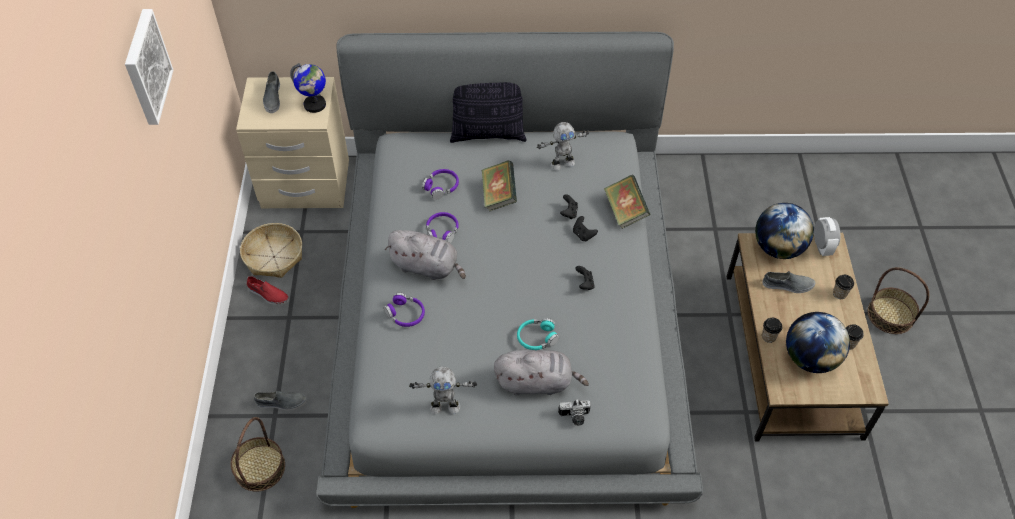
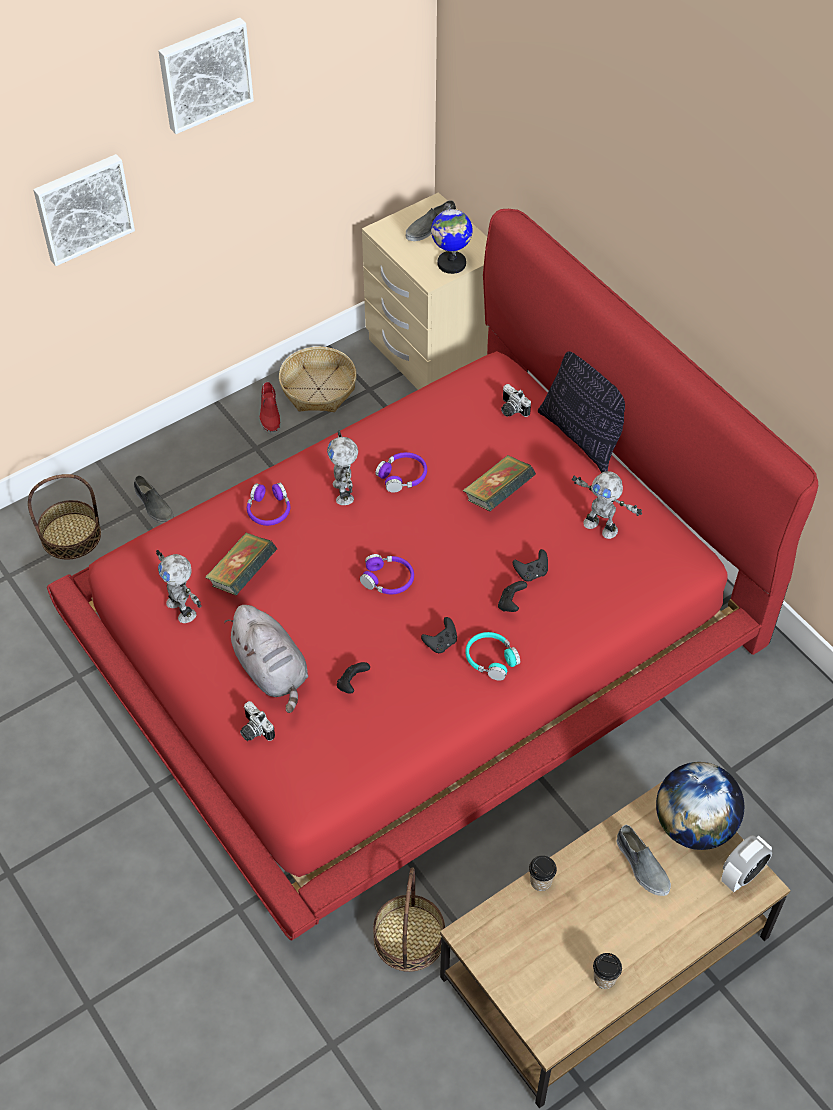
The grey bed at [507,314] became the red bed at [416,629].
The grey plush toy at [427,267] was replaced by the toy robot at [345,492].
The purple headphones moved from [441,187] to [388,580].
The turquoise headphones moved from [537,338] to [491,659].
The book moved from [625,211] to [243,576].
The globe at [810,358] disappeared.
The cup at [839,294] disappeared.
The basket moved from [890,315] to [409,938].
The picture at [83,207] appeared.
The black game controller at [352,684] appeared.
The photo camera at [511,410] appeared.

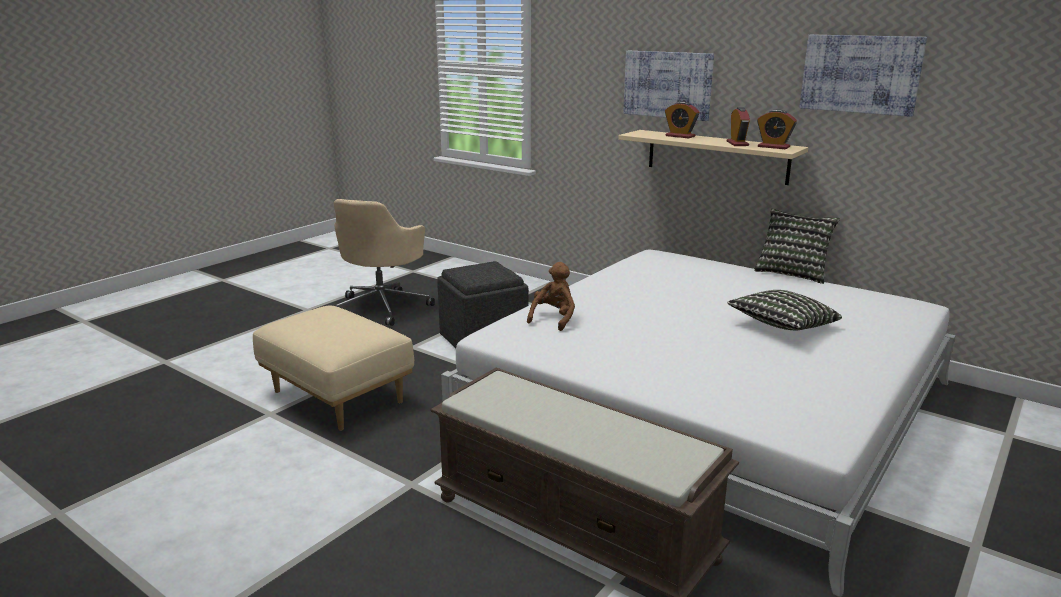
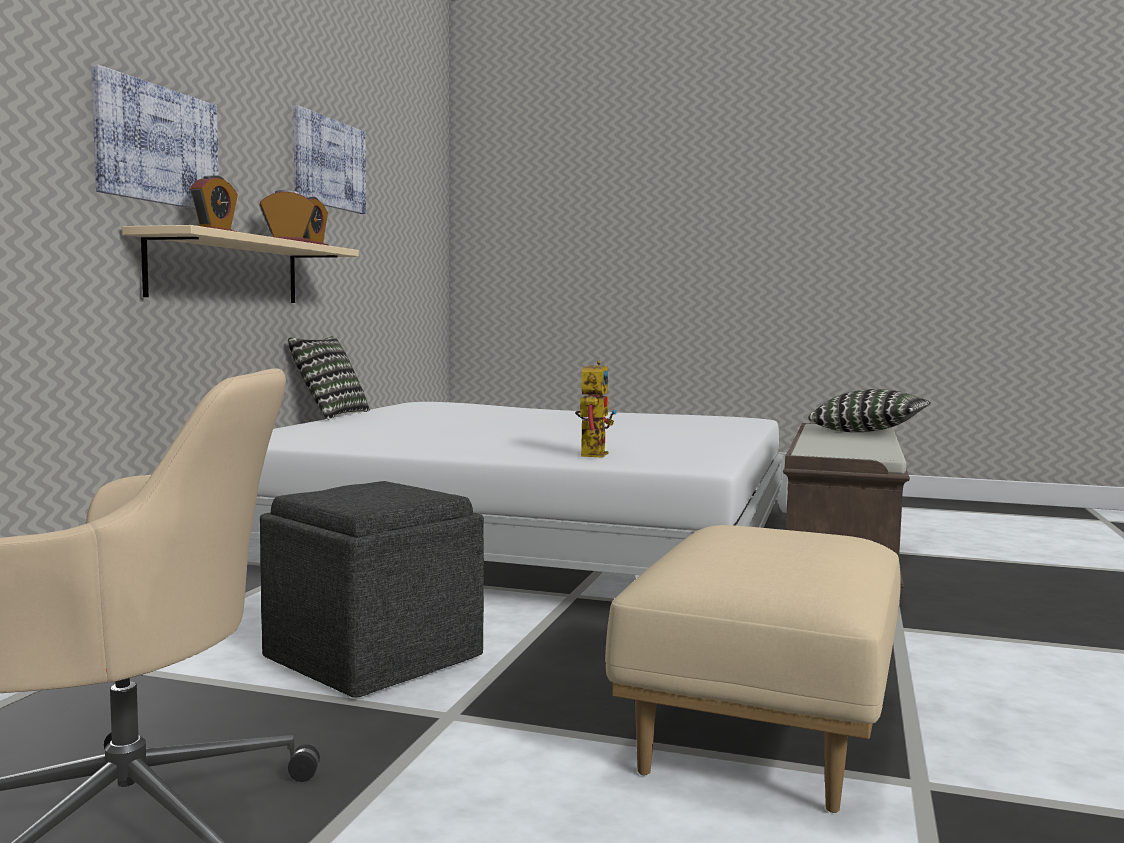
The brown plush toy at [554,319] was replaced by the toy robot at [592,453].
The pillow moved from [781,326] to [869,432].

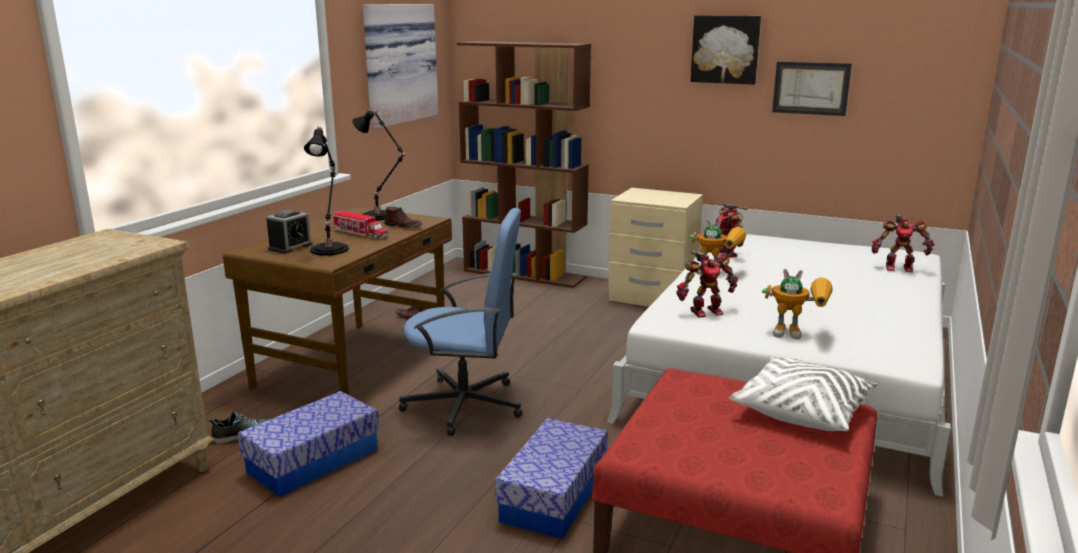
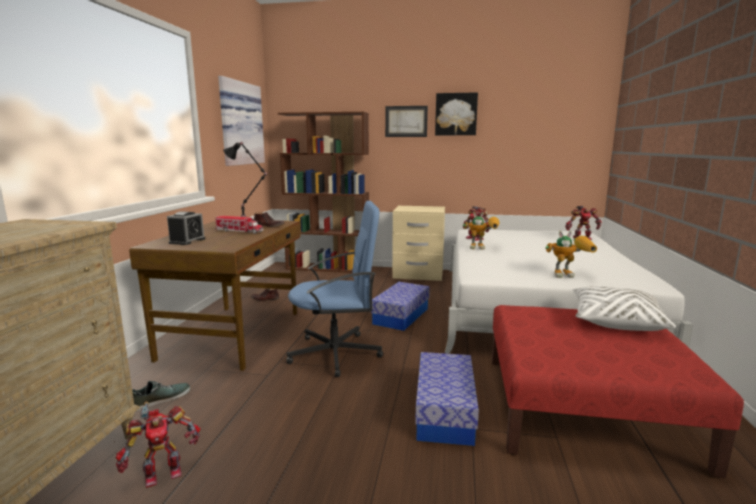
The storage box moved from [313,461] to [401,316].
The black table lamp at [330,249] disappeared.
The toy robot moved from [705,311] to [162,472].
The picture moved from [811,88] to [406,121].

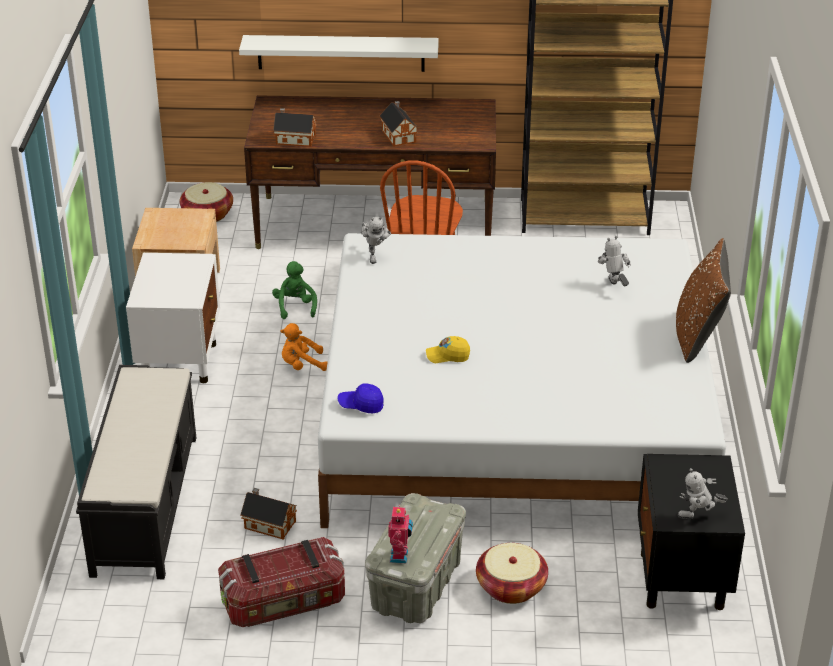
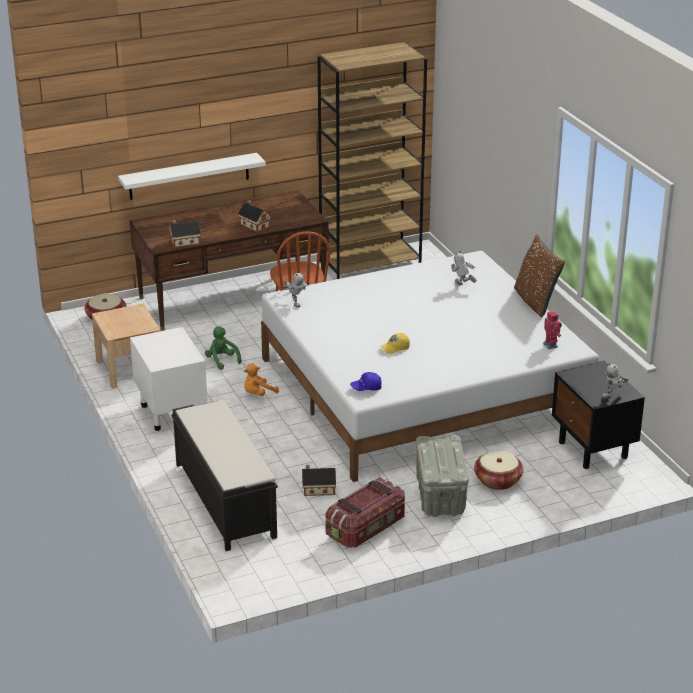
The toy robot moved from [400,556] to [551,345].

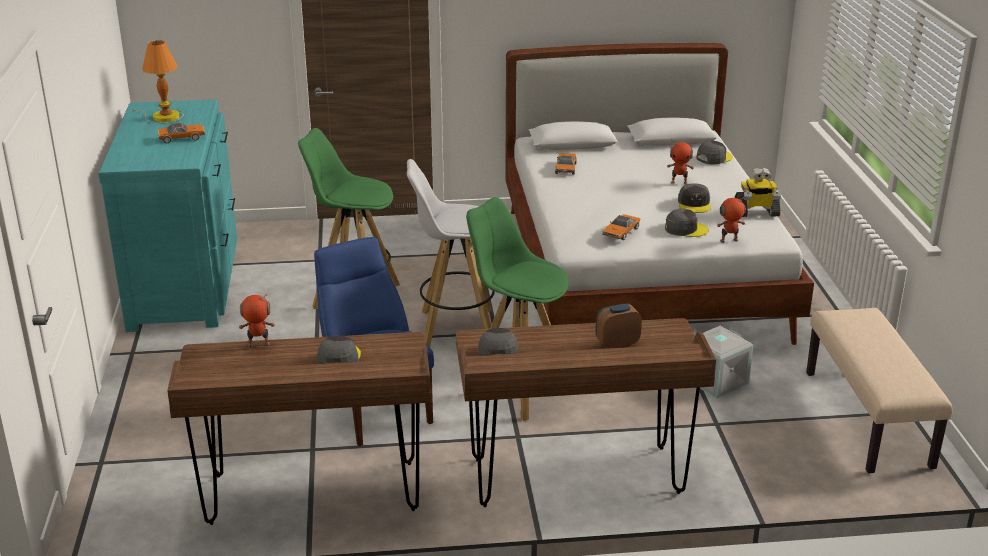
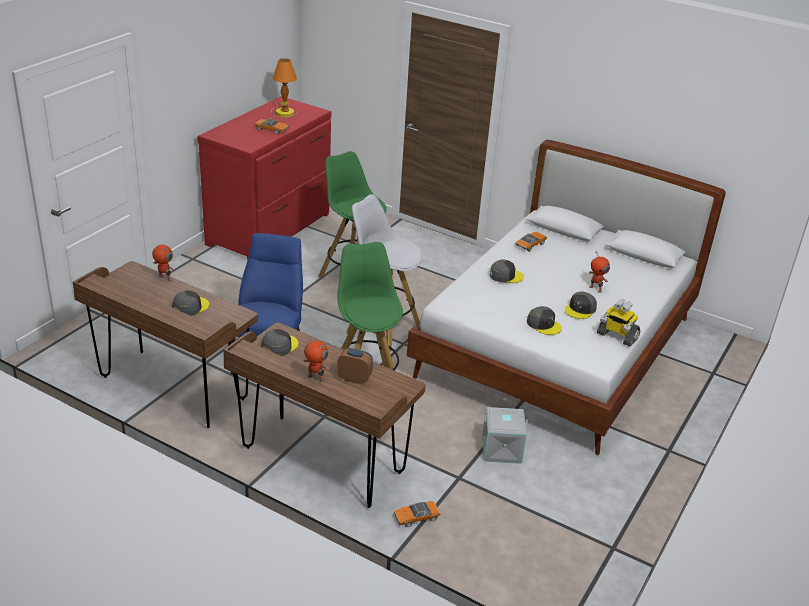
The turquoise dresser at [186,284] became the red dresser at [271,229].
The toy car moved from [621,232] to [416,517].
The grey cap moved from [714,158] to [505,275].
The toy robot moved from [729,241] to [315,379].
The beige bench at [868,419] disappeared.

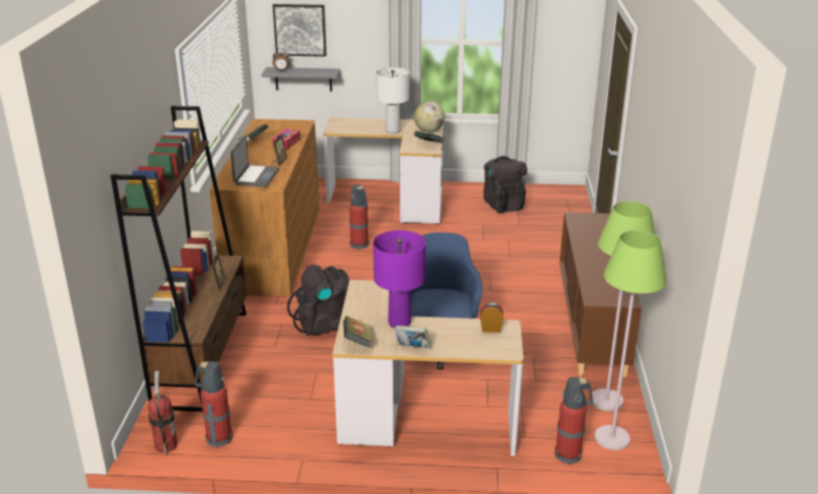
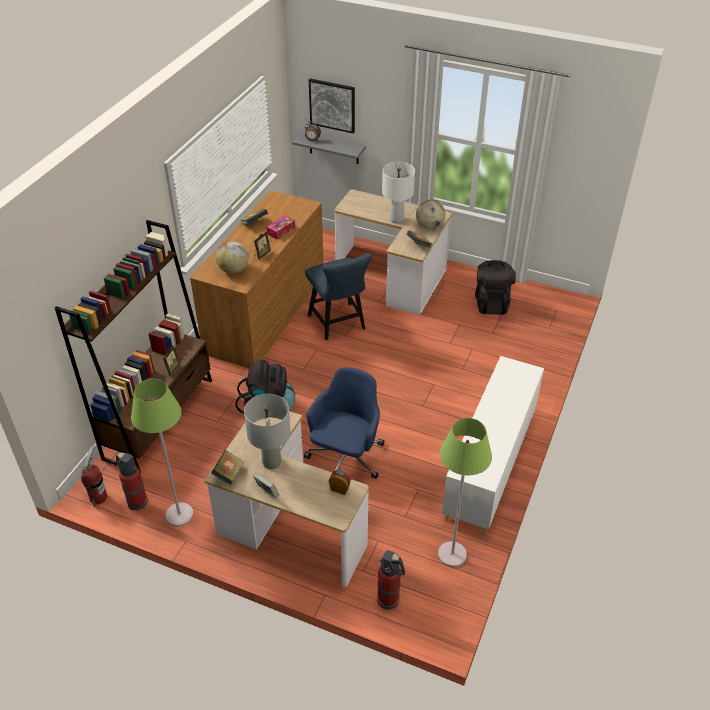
The laptop at [256,177] was replaced by the globe at [233,270].
The fire extinguisher at [360,245] was replaced by the blue chair at [339,324].
The purple table lamp at [399,323] became the grey table lamp at [271,462].
The brown cabinet at [591,323] became the white cabinet at [490,466].
The green floor lamp moved from [612,438] to [179,515].

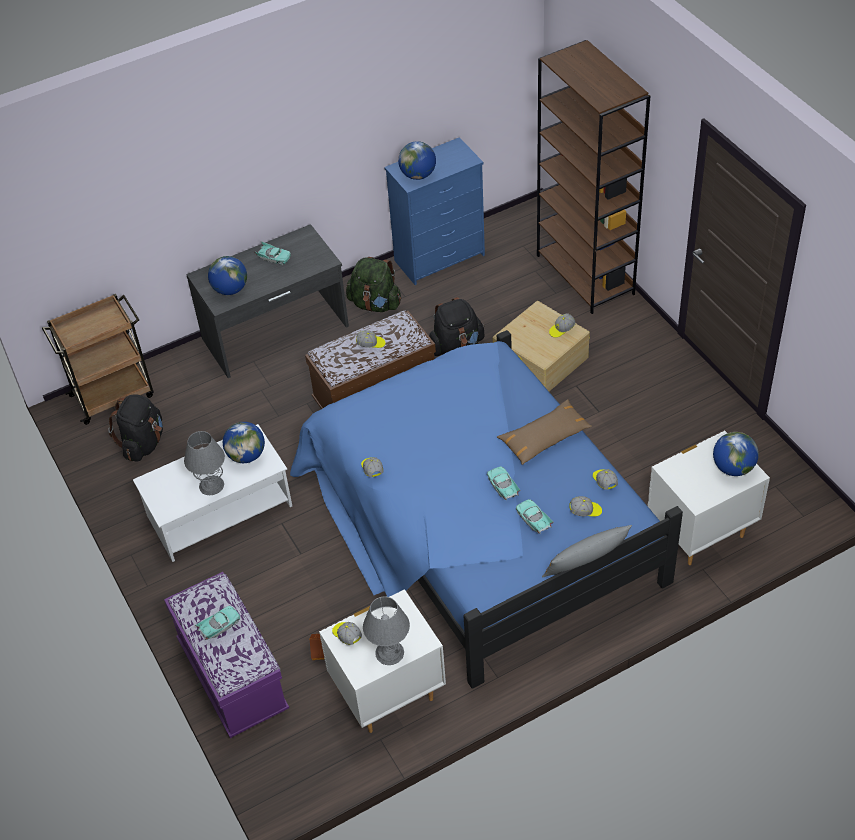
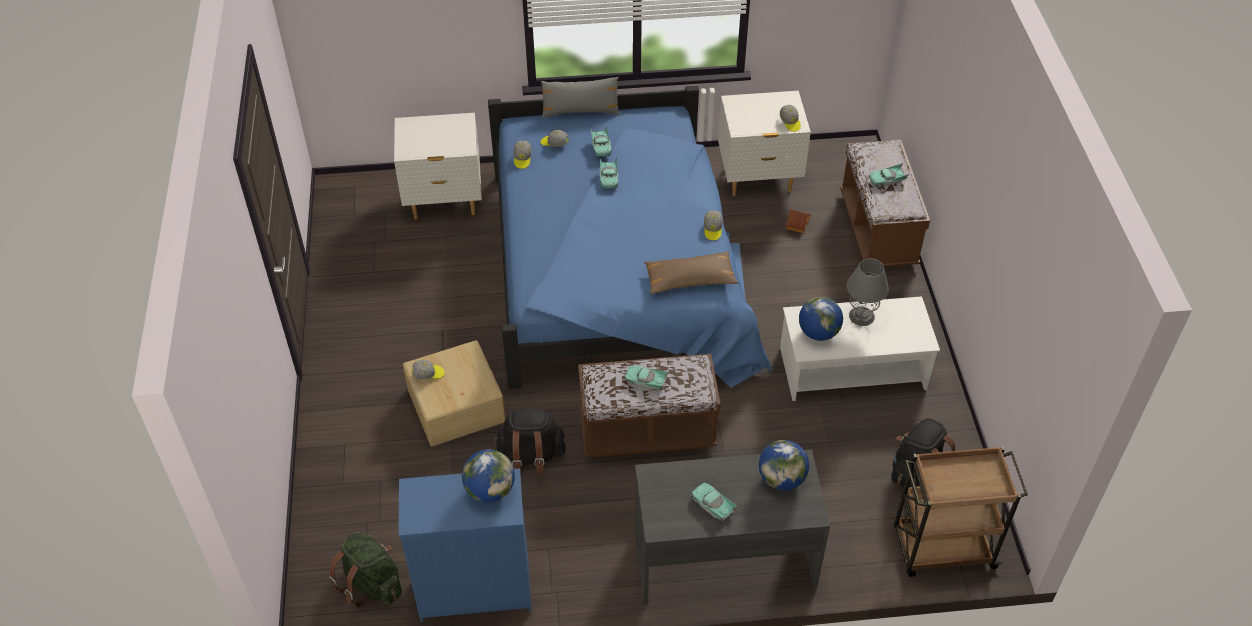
The purple bench at [233,677] became the brown bench at [877,230].
The green backpack moved from [375,304] to [371,584].
The cap at [371,344] was replaced by the turquoise toy car at [646,381].
The grey table lamp at [389,652] disappeared.
The brown pillow moved from [545,438] to [690,279].
The brown bookcase at [586,275] disappeared.
The globe at [733,468] disappeared.

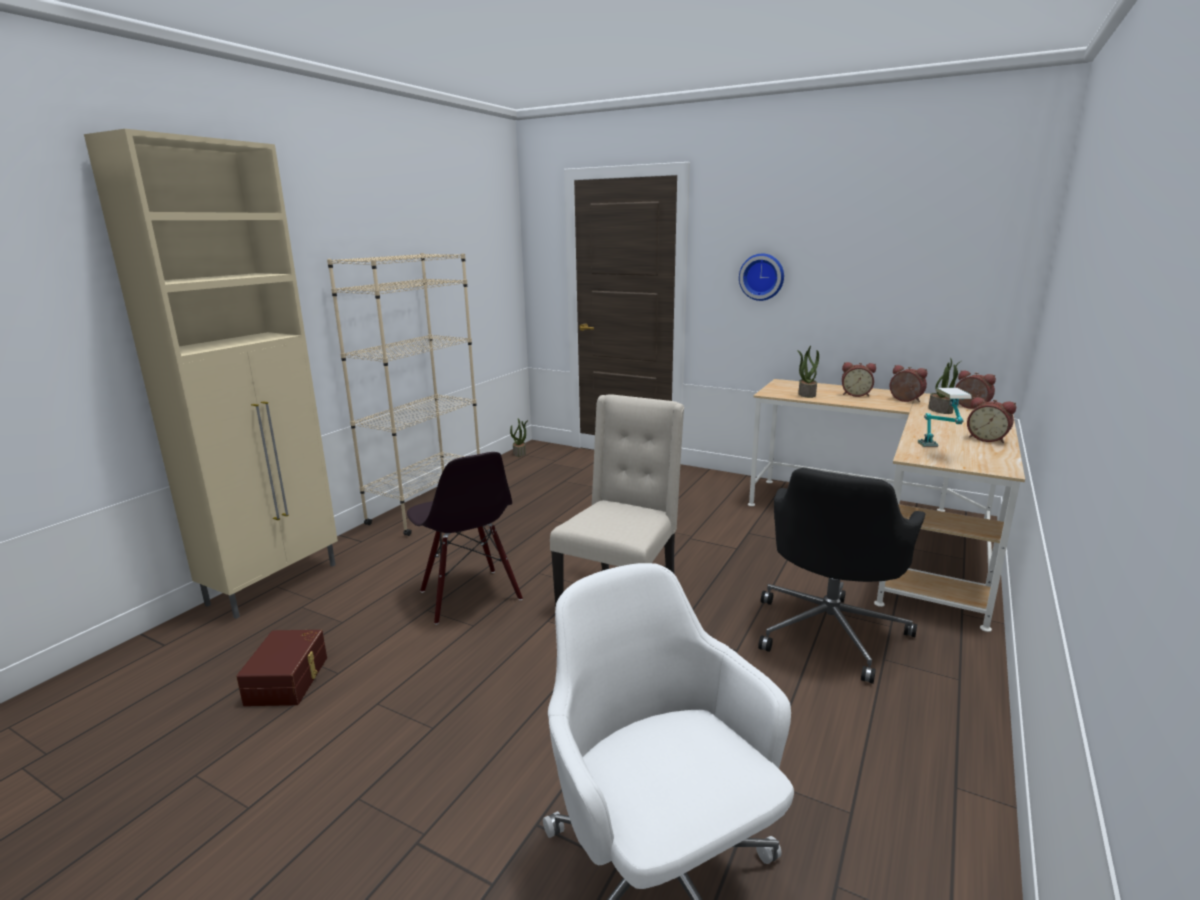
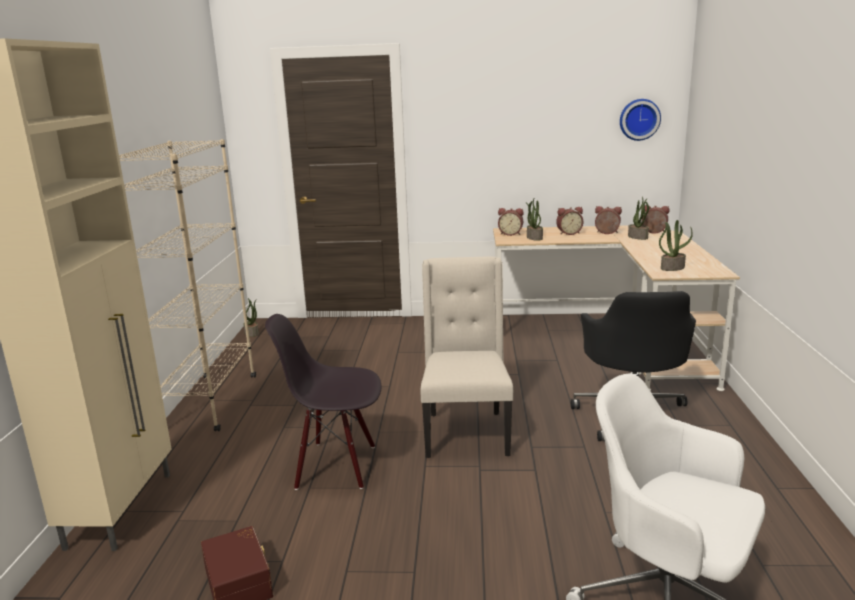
The black chair at [469,596] turned 150 degrees clockwise.
The wall clock moved from [762,277] to [639,119].
The table lamp at [938,452] was replaced by the potted plant at [672,268].
The alarm clock moved from [987,439] to [510,234].

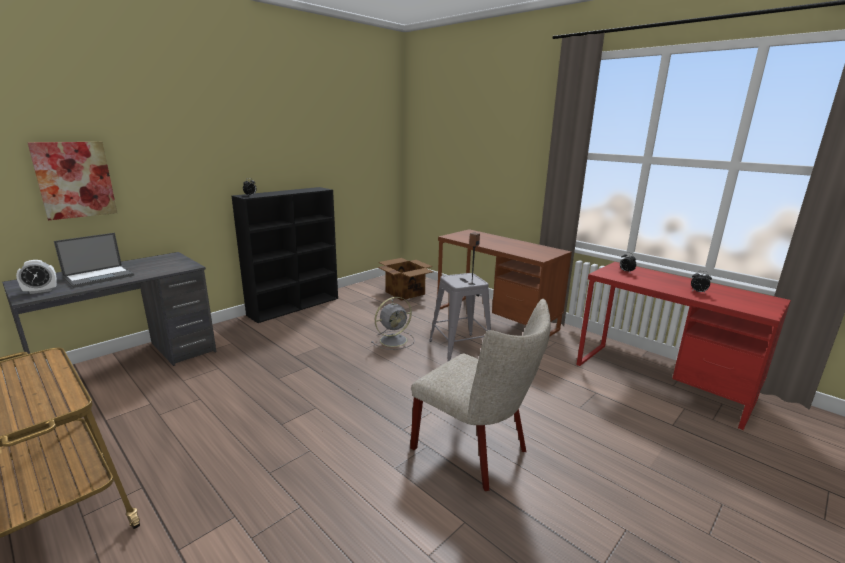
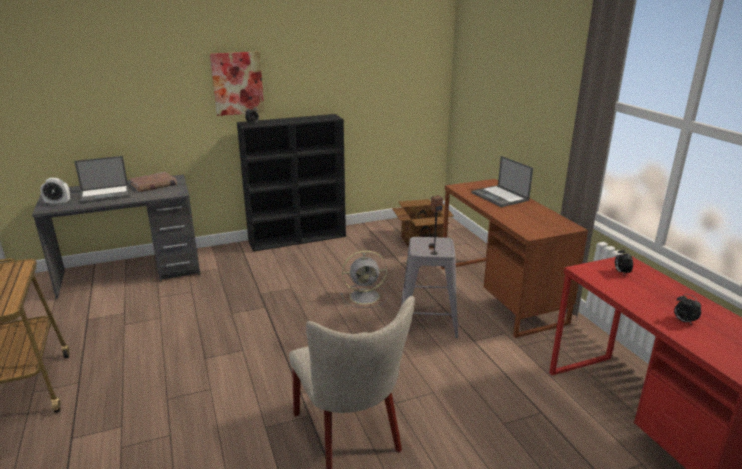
The picture moved from [75,180] to [237,83].
The brown book at [154,184] appeared.
The laptop at [500,197] appeared.

